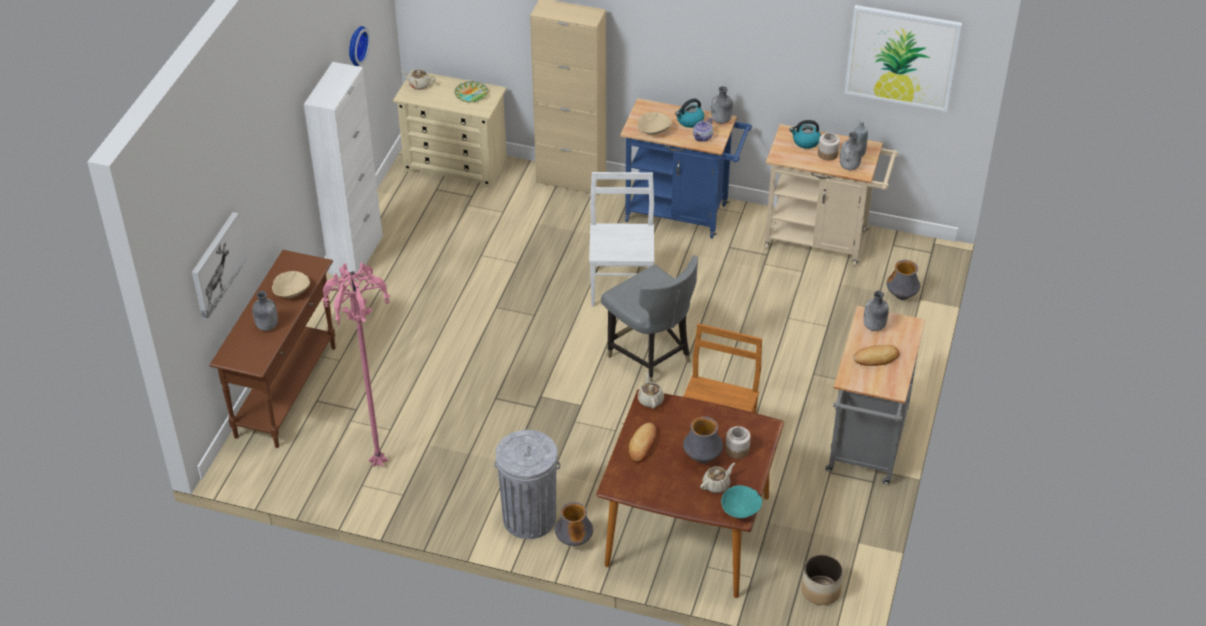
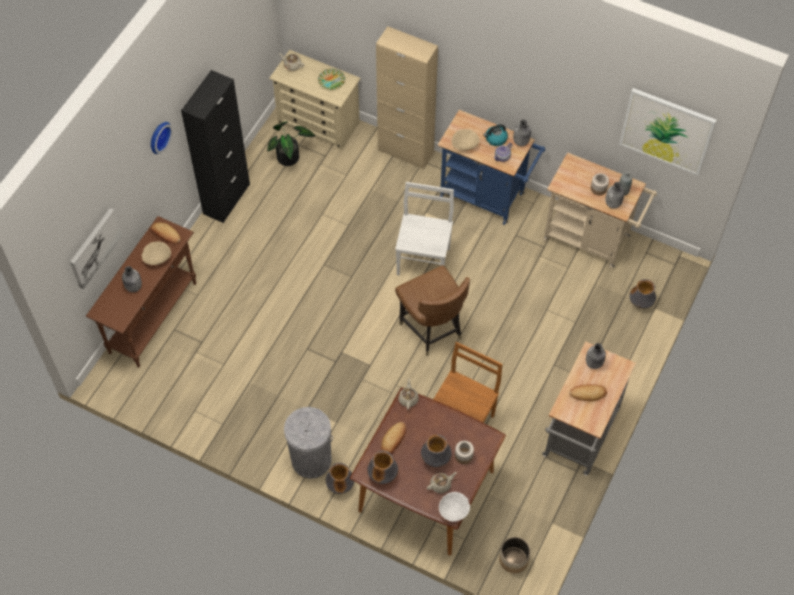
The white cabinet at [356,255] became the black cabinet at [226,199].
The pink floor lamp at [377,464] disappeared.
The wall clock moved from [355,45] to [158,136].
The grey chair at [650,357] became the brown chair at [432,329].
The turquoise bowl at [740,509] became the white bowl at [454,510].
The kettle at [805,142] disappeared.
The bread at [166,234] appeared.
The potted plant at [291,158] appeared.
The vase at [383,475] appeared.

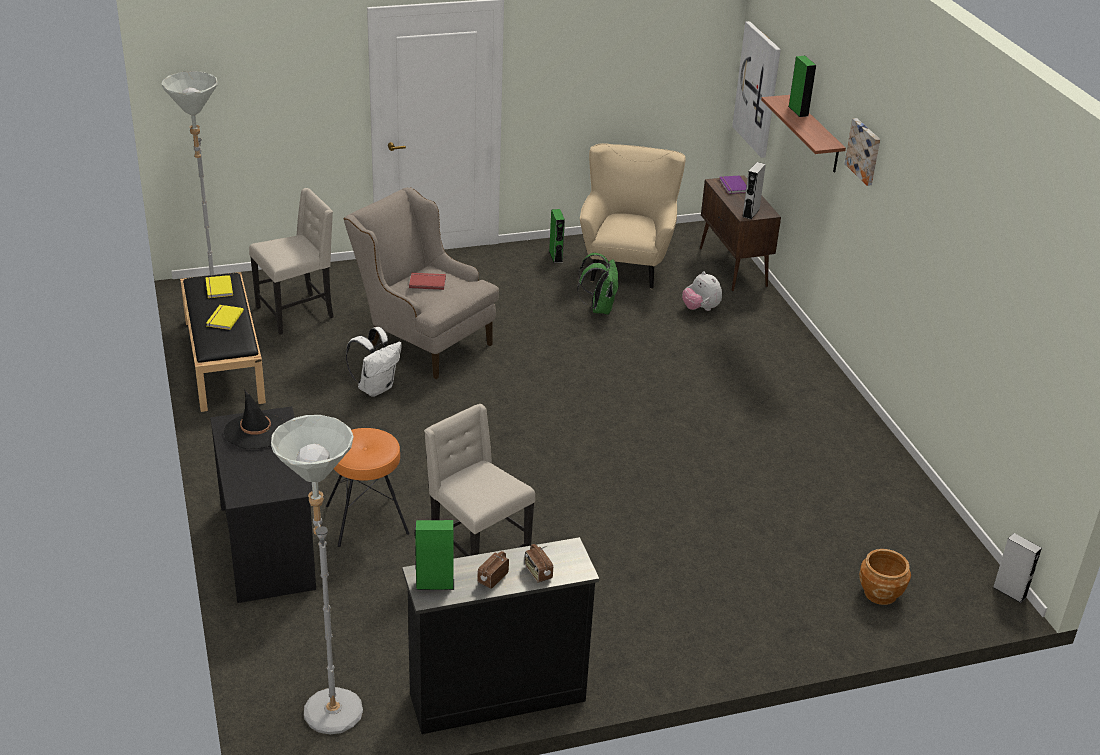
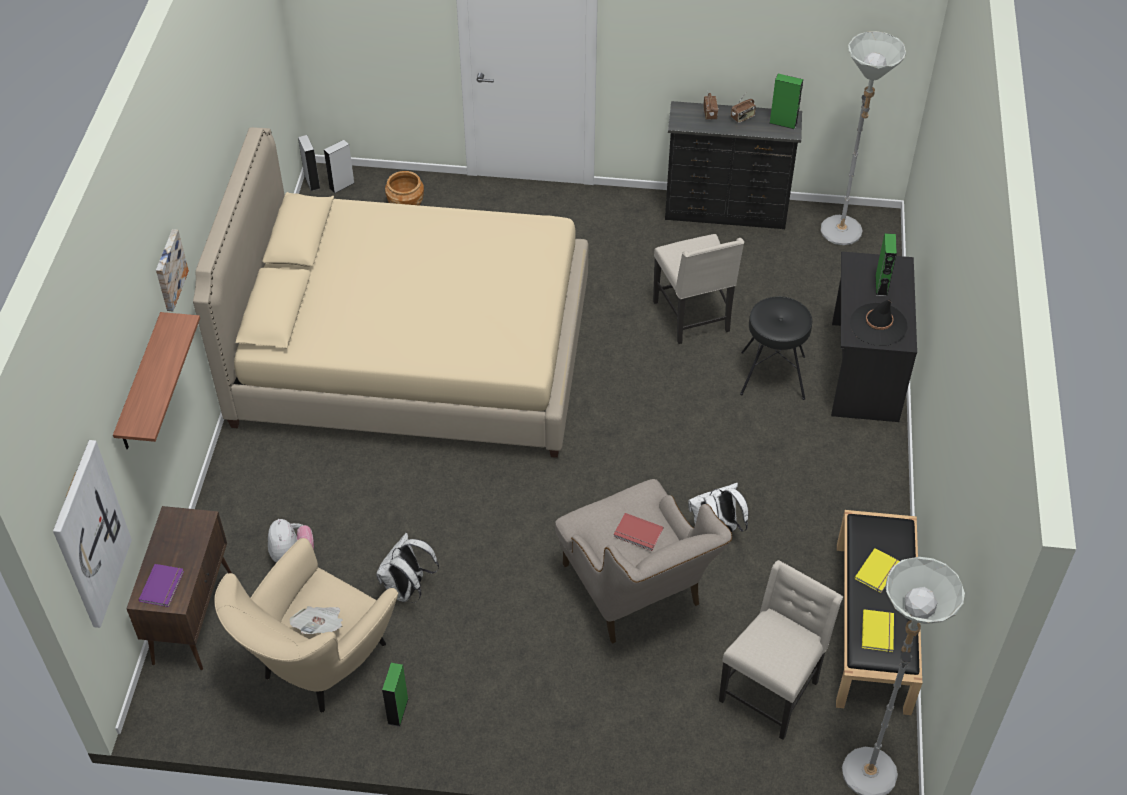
The beige chair at [296,313] turned 135 degrees clockwise.
The orange stool at [367,520] became the black stool at [772,374].
The green backpack at [599,308] became the white backpack at [407,589].
The grey speaker moved from [750,213] to [342,185].
The green speaker moved from [798,111] to [881,285].
The beige bed at [413,355] appeared.
The newspaper at [320,627] appeared.

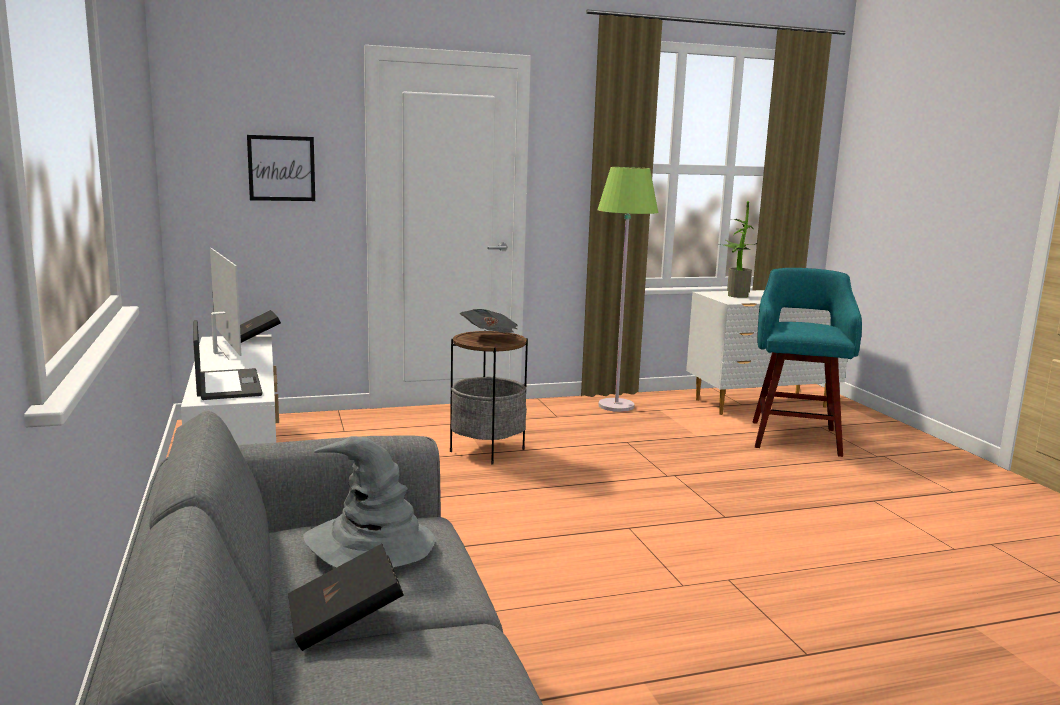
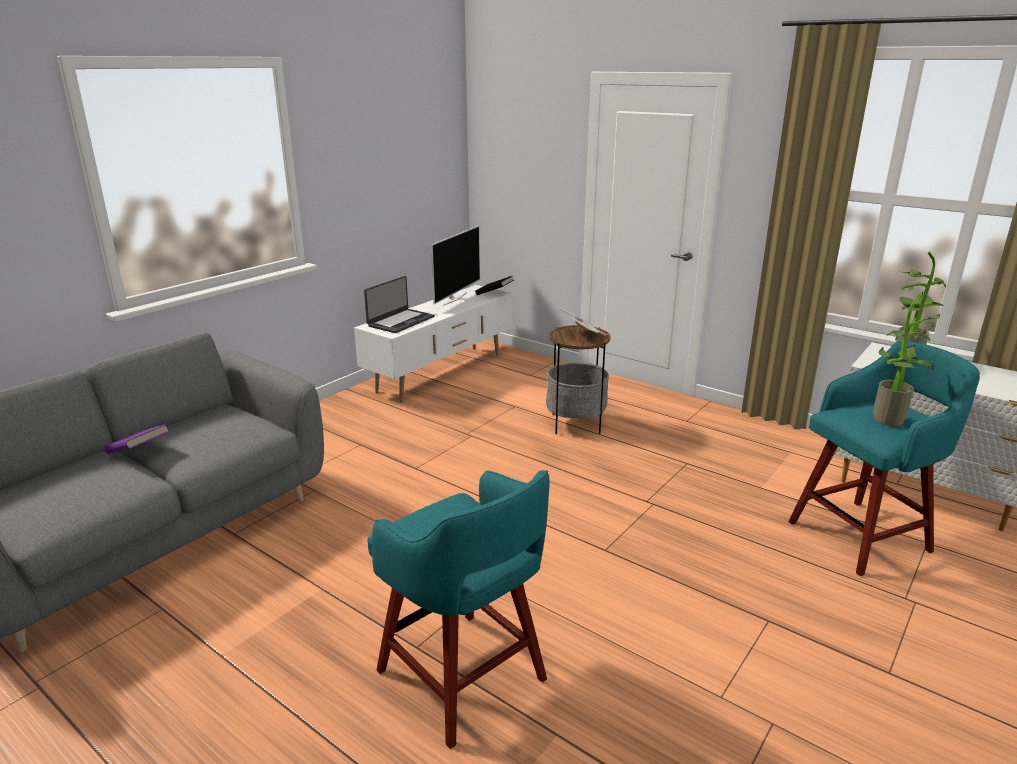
The picture at [281,168] disappeared.
The black book at [345,621] became the purple book at [139,452].
The grey hat at [370,544] disappeared.
The green floor lamp at [616,406] disappeared.
The turquoise stool at [464,678] appeared.
The potted plant at [892,422] appeared.

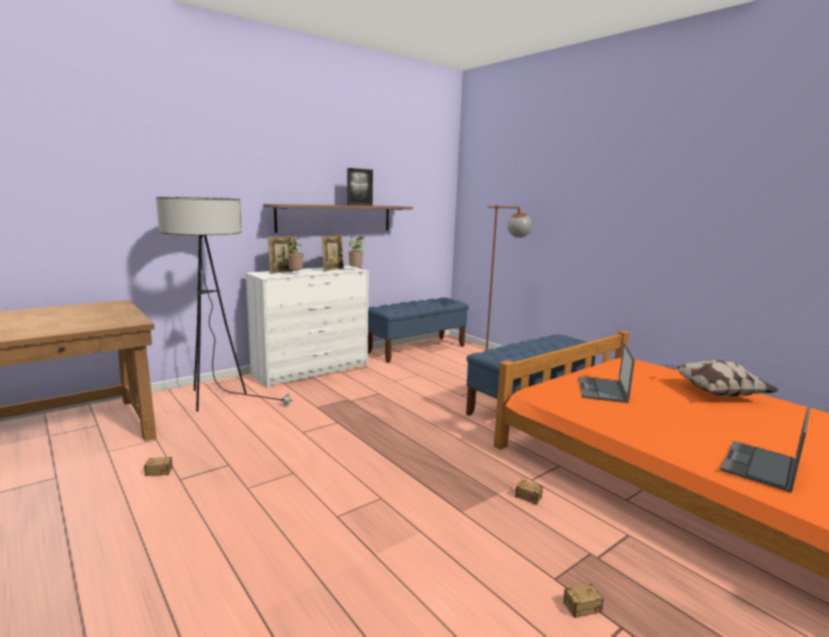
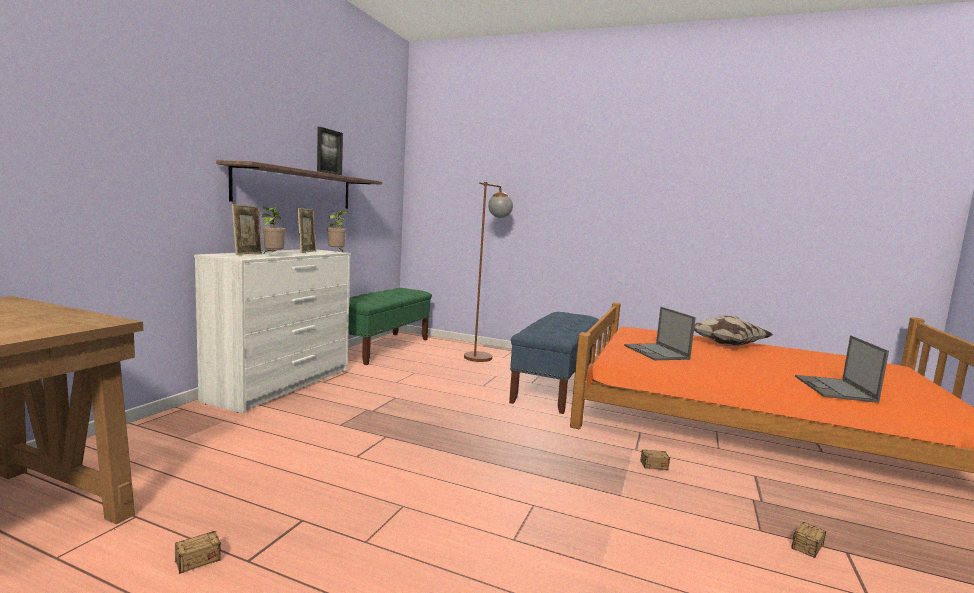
The floor lamp at [217,403] disappeared.
The blue bench at [417,349] became the green bench at [382,347].

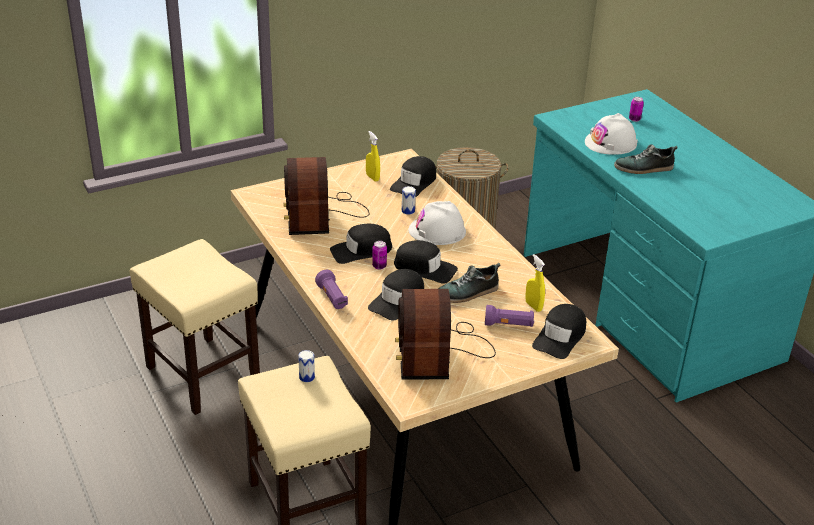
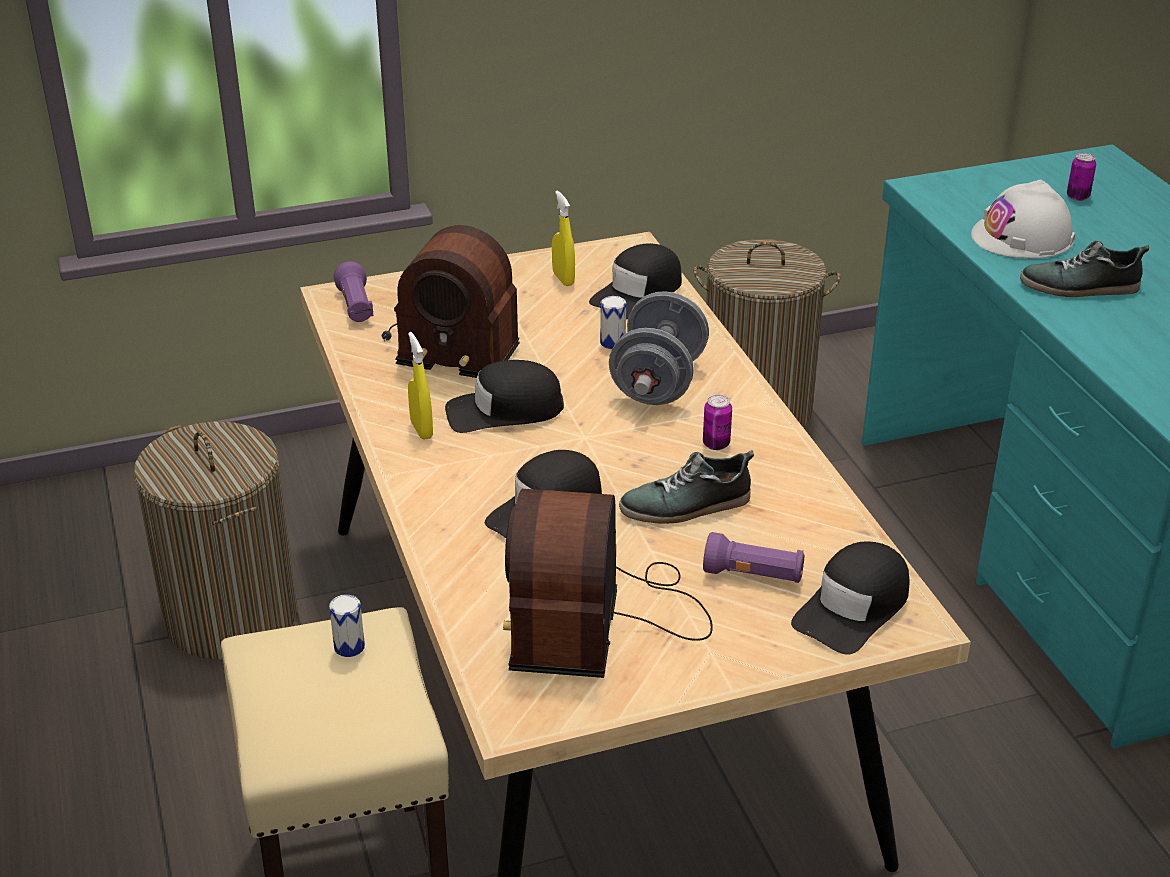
The beige stool at [201,373] was replaced by the laundry basket at [231,616].
The radio at [322,214] turned 75 degrees counterclockwise.
The purple flashlight moved from [332,298] to [356,307].
The can moved from [379,266] to [716,444].
The black cap at [425,268] disappeared.
The white hard hat at [437,231] was replaced by the grey dumbbell at [658,383].
The yellow spray bottle moved from [533,306] to [421,430].

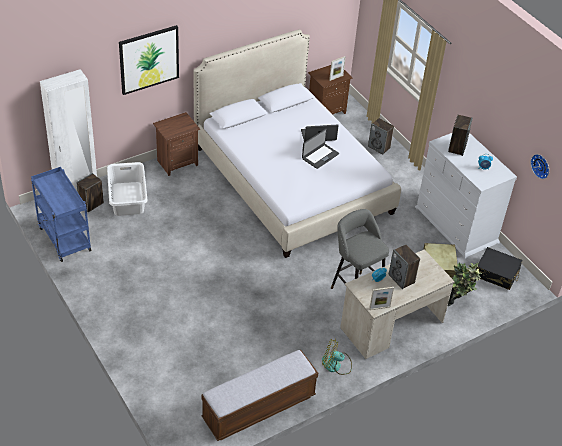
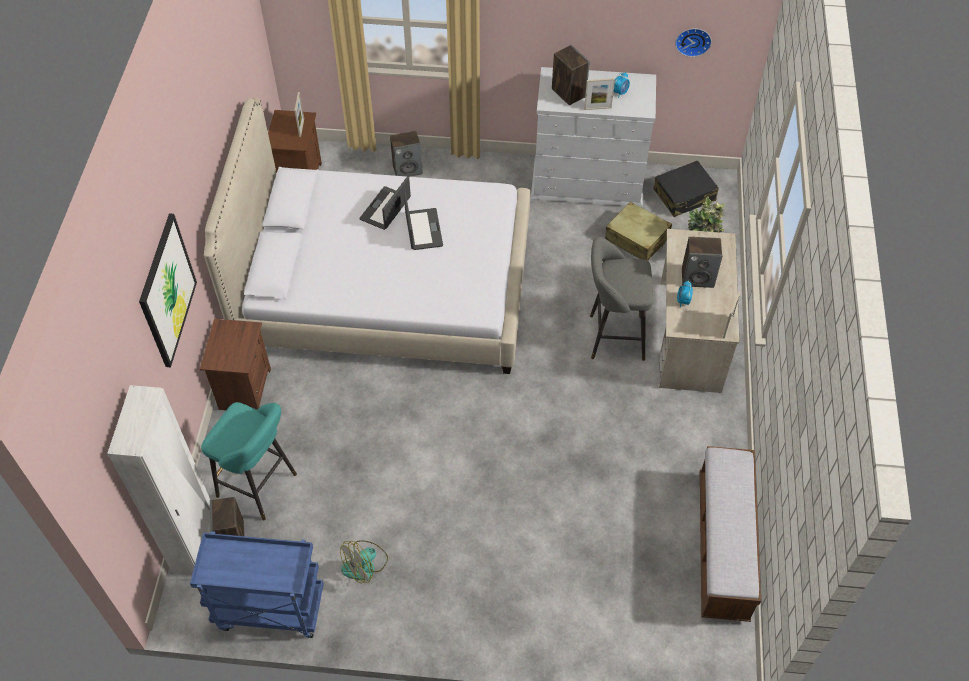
The white laundry basket at [127,199] was replaced by the turquoise stool at [261,487].
The fan moved from [336,365] to [365,565].
The picture frame at [597,108] appeared.

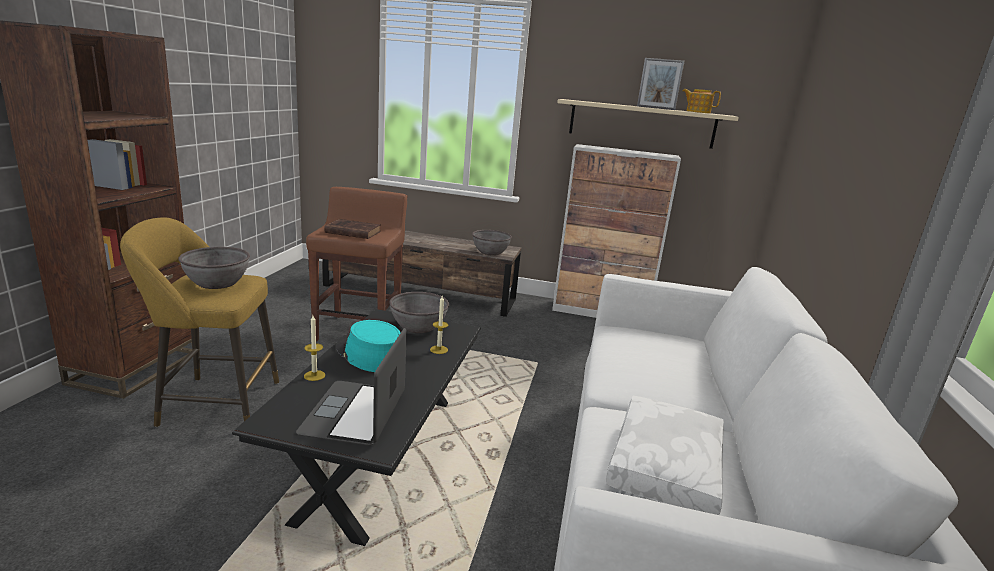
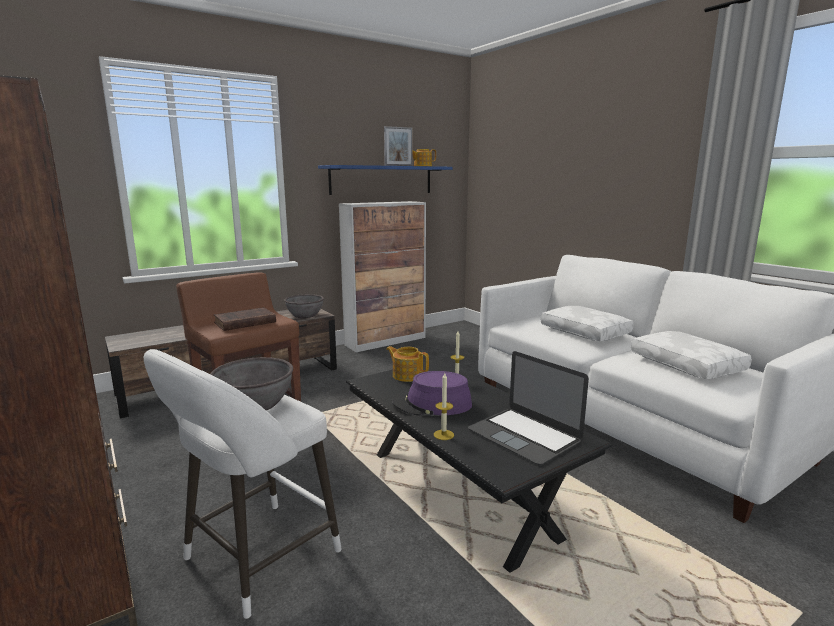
The yellow stool at [213,403] became the white stool at [255,560].
The turquoise hat at [370,354] became the purple hat at [432,404].
The grey bowl at [418,326] was replaced by the teapot at [407,375].
The beige shelf at [641,124] became the blue shelf at [382,180].
The white pillow at [586,332] appeared.

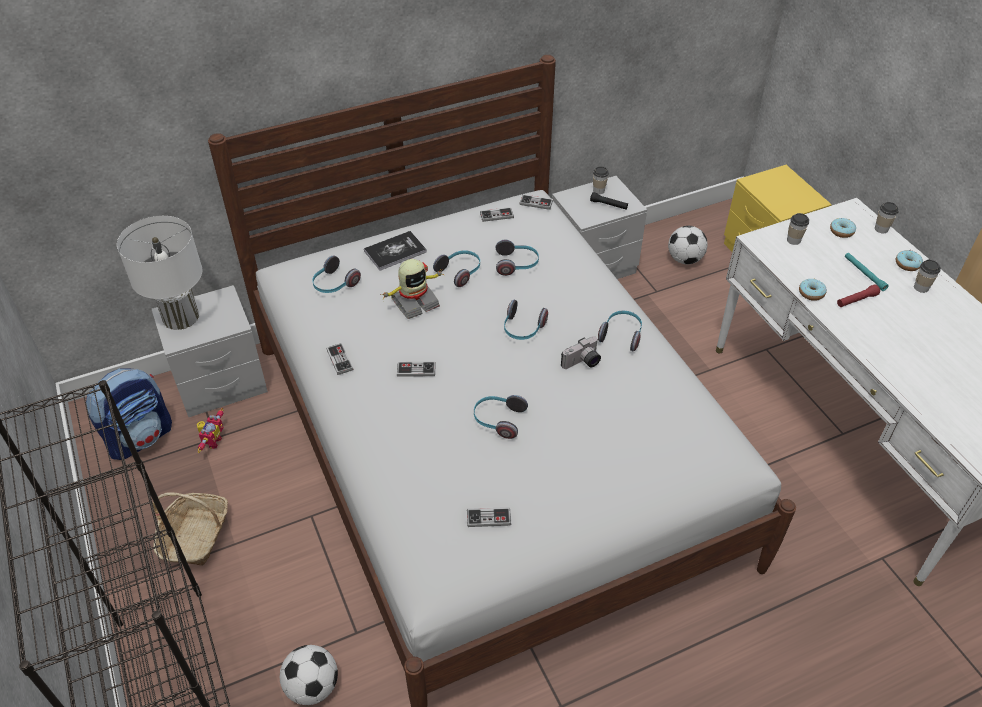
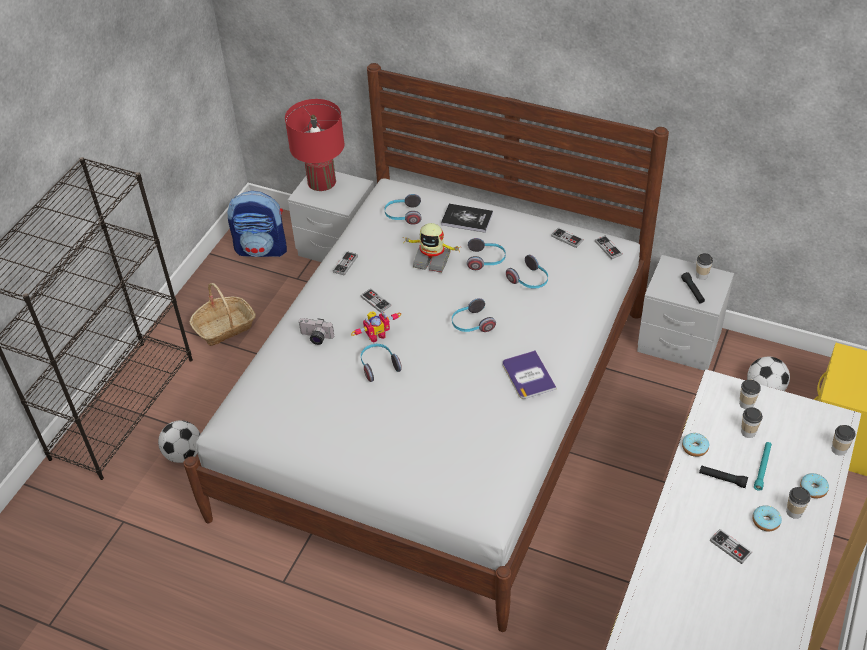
The white table lamp at [181,317] became the red table lamp at [321,181].
The toy robot moved from [212,441] to [376,335].
The game controller moved from [488,518] to [730,547].
The photo camera moved from [582,363] to [315,338].
The headphones at [621,335] was replaced by the book at [528,375].
The donut moved from [841,231] to [765,521].
The red flashlight at [856,300] became the black flashlight at [722,479].
The cup at [748,432] appeared.

